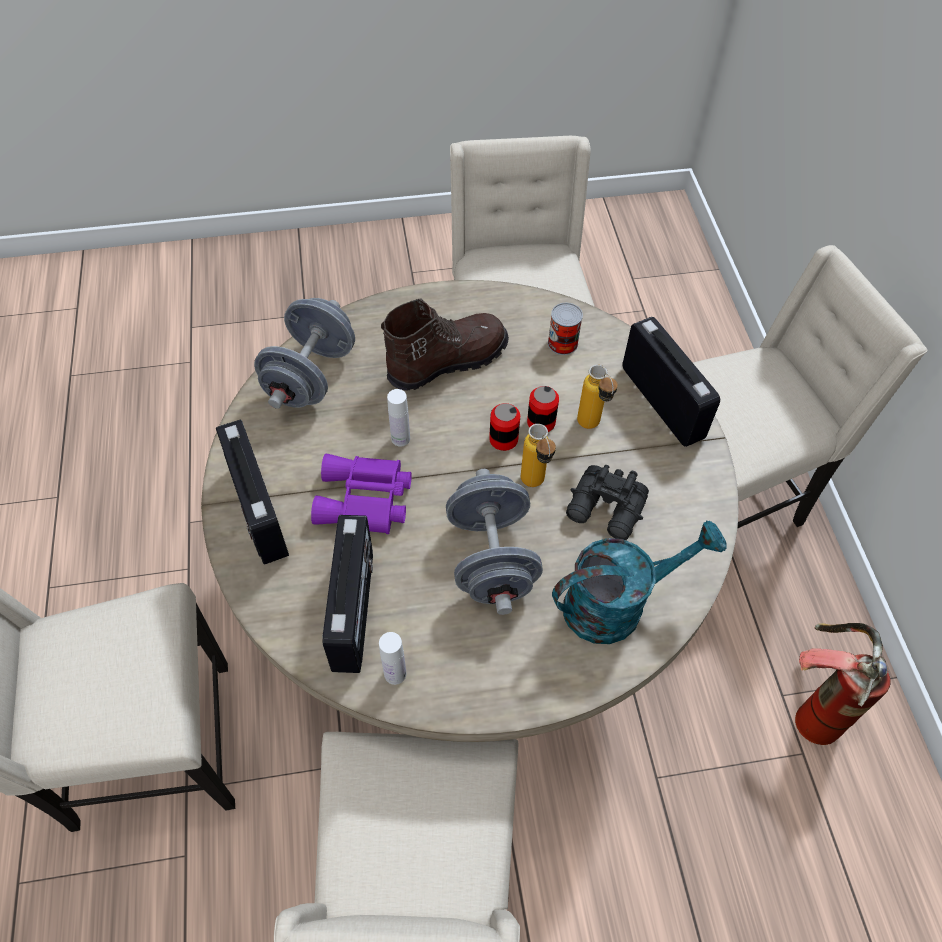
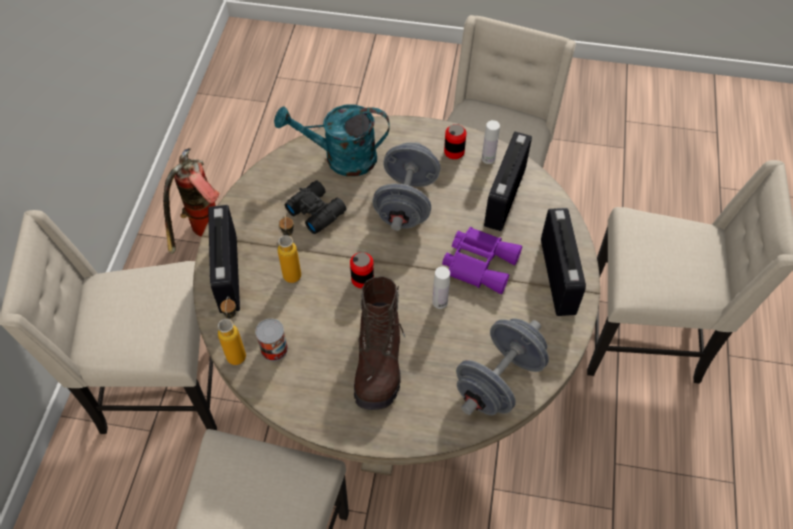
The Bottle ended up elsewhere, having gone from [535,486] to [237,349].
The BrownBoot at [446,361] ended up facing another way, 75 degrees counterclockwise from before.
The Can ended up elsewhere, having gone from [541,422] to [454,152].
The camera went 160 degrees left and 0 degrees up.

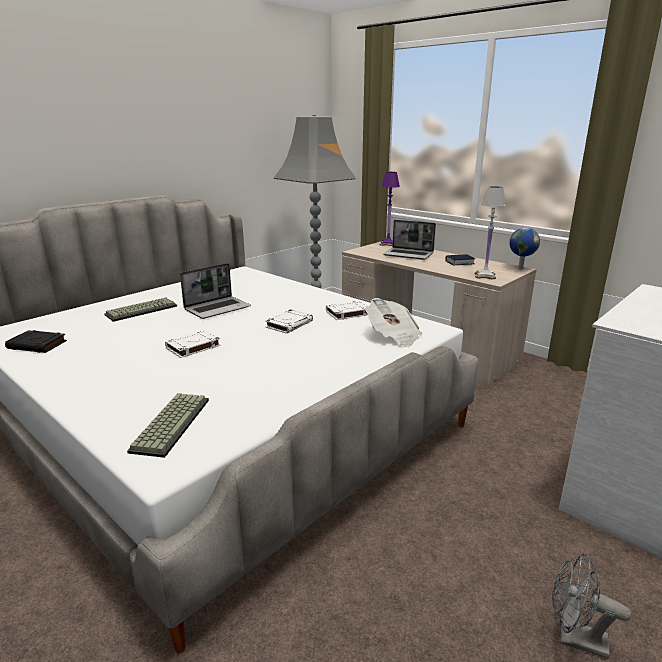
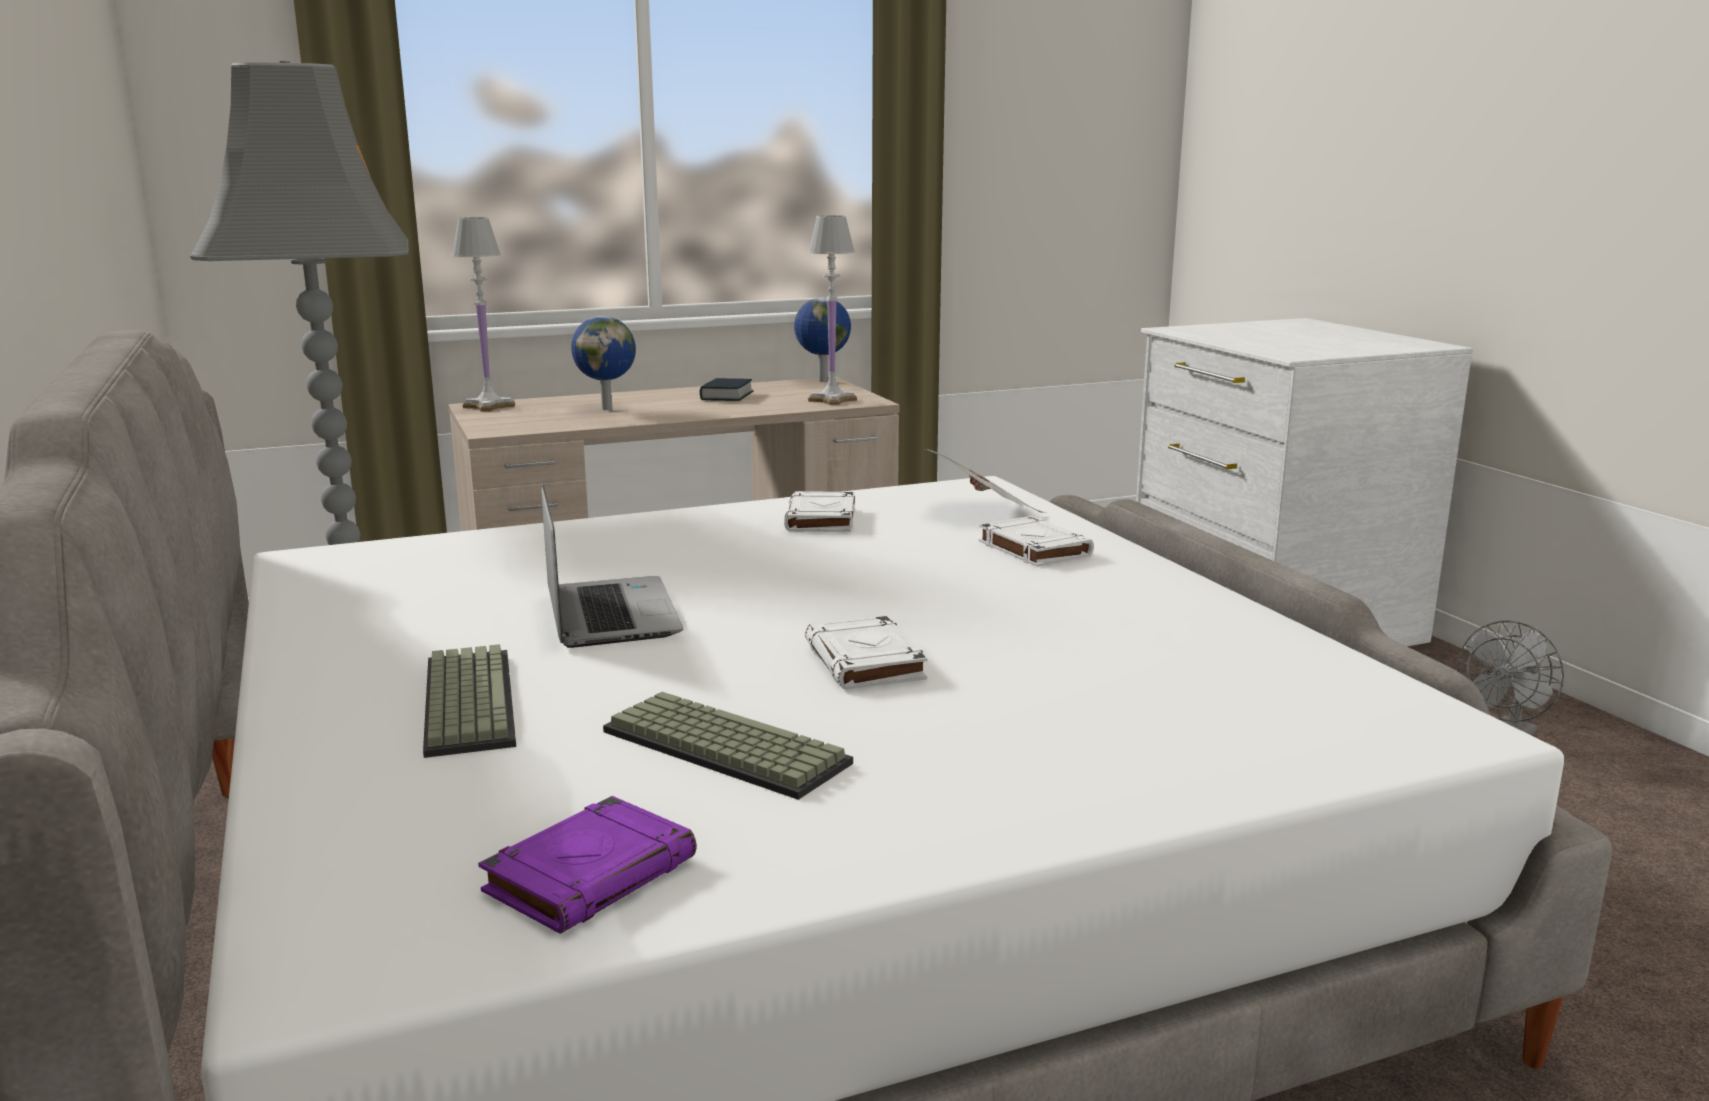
What was the PurpleTableLamp at [388,244] turned into the WhiteTableLamp at [488,406].
What was the BlackBook at [38,345] turned into the PurpleBook at [591,874].
Where the Laptop stood at [409,255], the Globe came to stand at [607,409].
The Keyboard ended up elsewhere, having gone from [170,424] to [720,748].
The WhiteBook ended up elsewhere, having gone from [289,324] to [1033,549].
The camera went 65 degrees left and 5 degrees down.

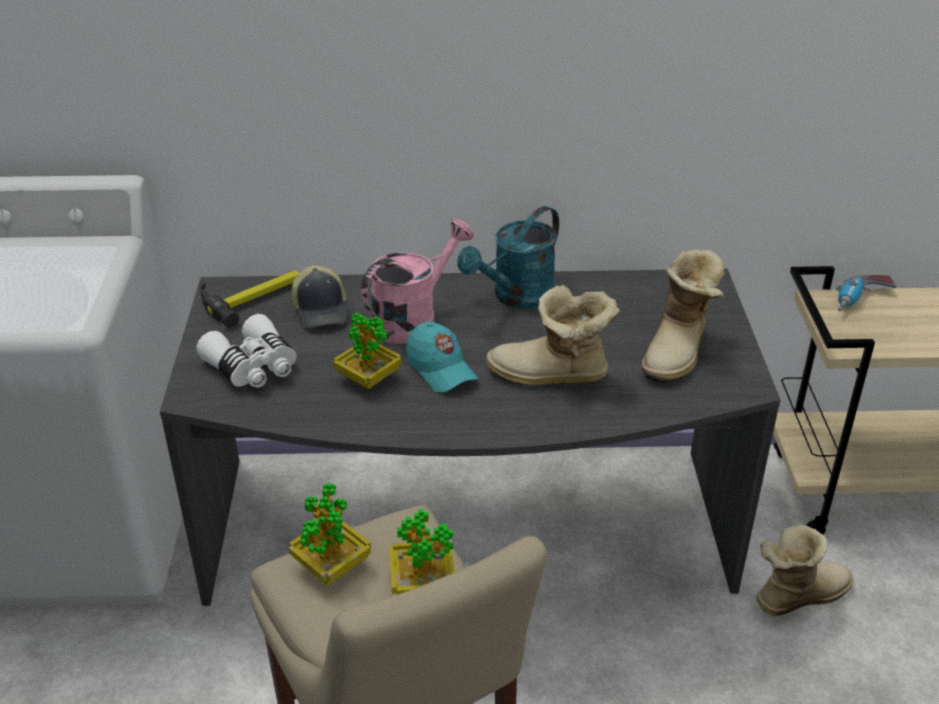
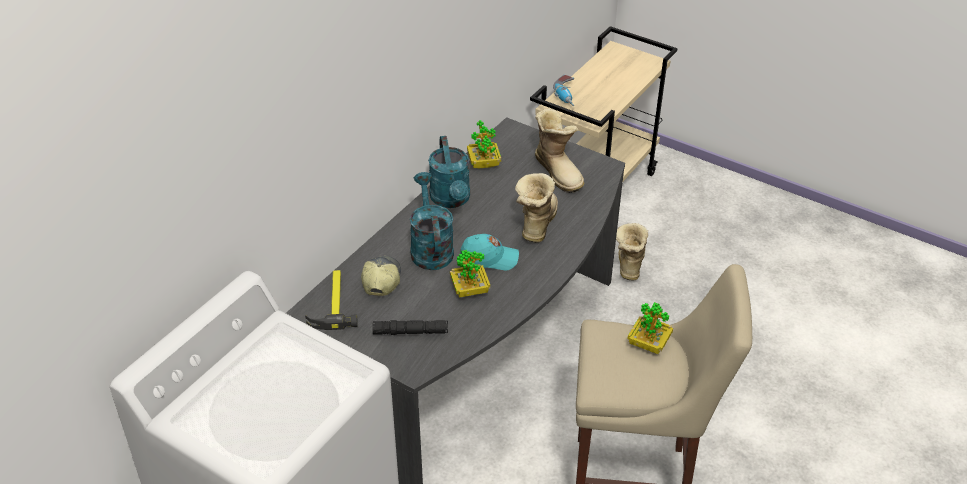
The Cap at [322,310] ended up facing another way, 105 degrees counterclockwise from before.
Where the WhiteBinoculars stood at [253,367], the BlackFlashlight came to stand at [410,332].
What was the PinkWateringCan at [413,319] turned into the TurquoiseWateringCan at [430,248].
The PottedPlant ended up elsewhere, having gone from [331,566] to [484,164].
The Boot at [551,376] ended up facing another way, 150 degrees clockwise from before.
The camera went 55 degrees left and 5 degrees up.

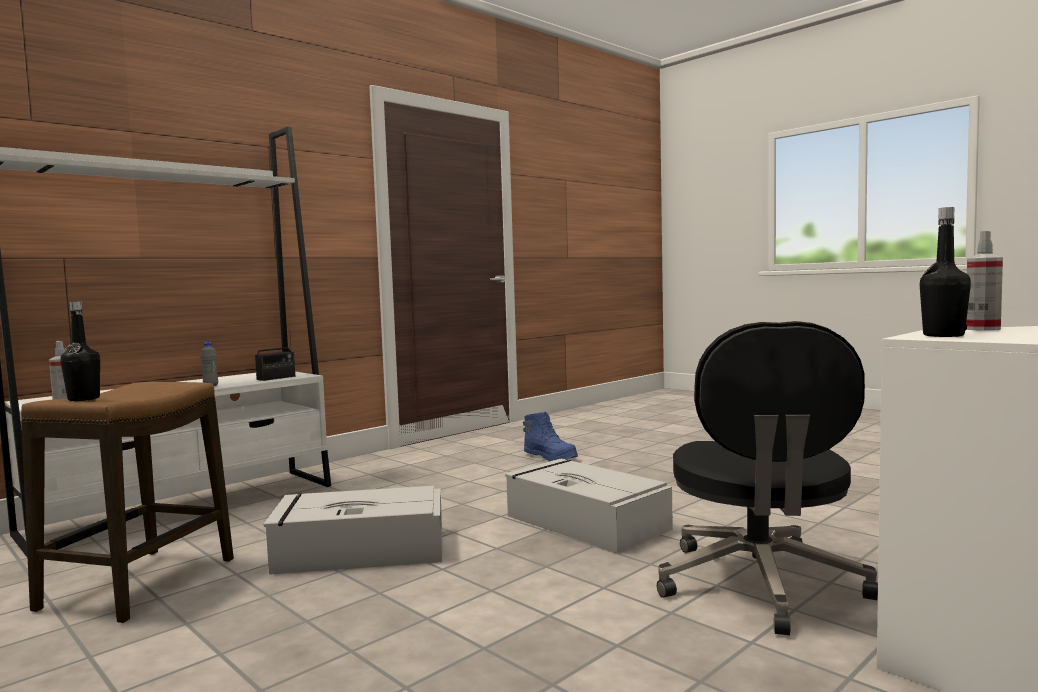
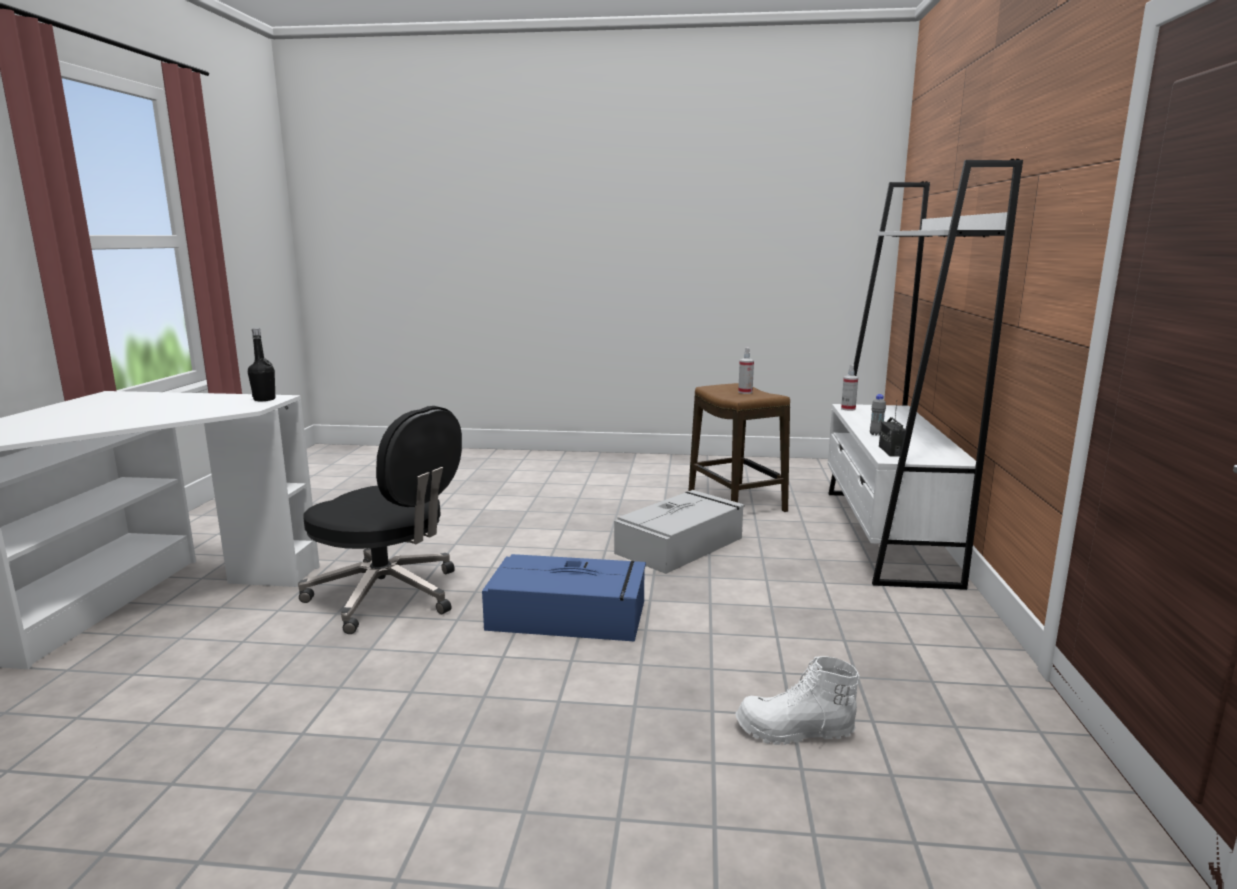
The BlackOfficeChair at [760,585] ended up facing another way, 150 degrees clockwise from before.
What was the GreyStorageBox at [584,522] turned into the BlueStorageBox at [570,615].
What was the BlueBoot at [551,457] turned into the WhiteBoot at [794,732].
The SprayBottle ended up elsewhere, having gone from [982,329] to [745,392].
The second view lost the BlackBottle at [84,399].
The camera went 140 degrees right and 10 degrees up.

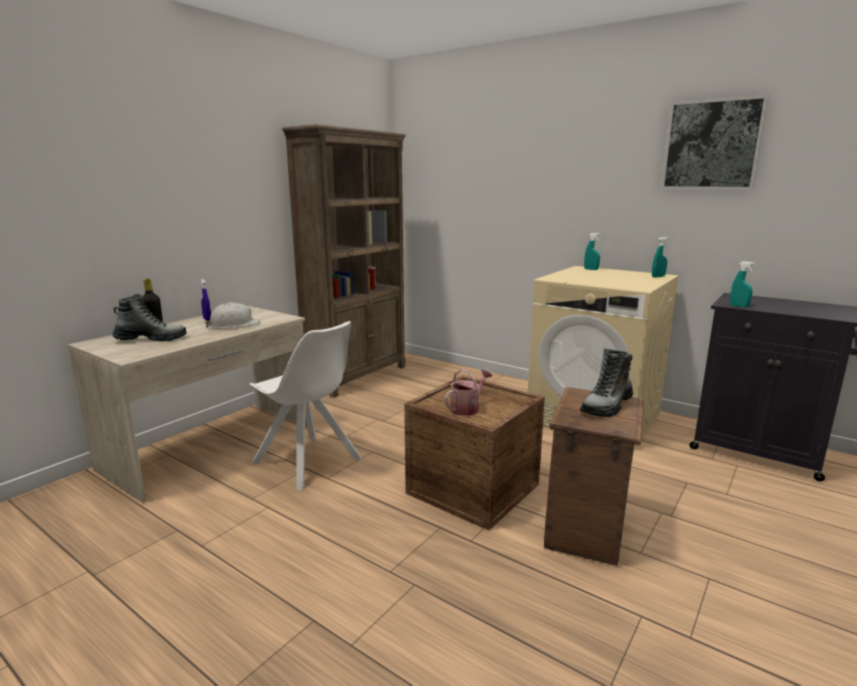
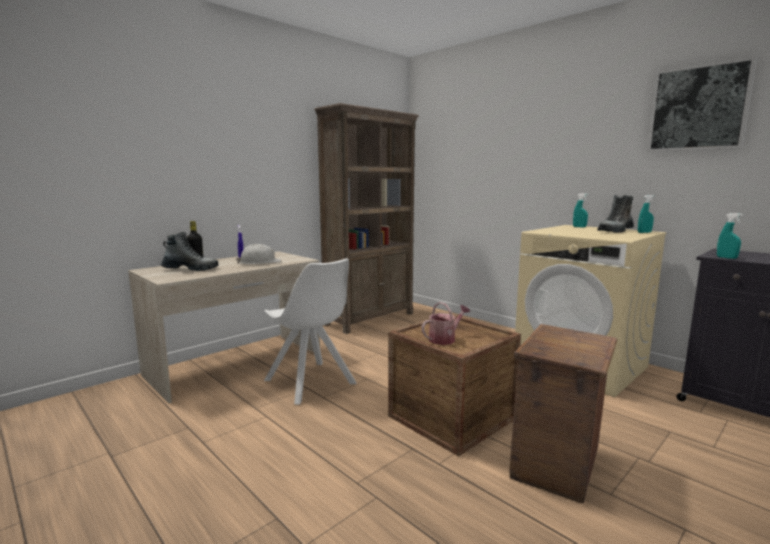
The Boot ended up elsewhere, having gone from [607,406] to [615,231].
The camera went 10 degrees right and 5 degrees down.

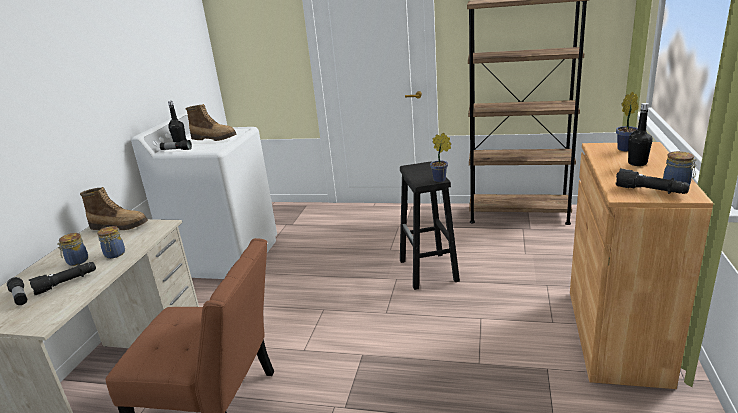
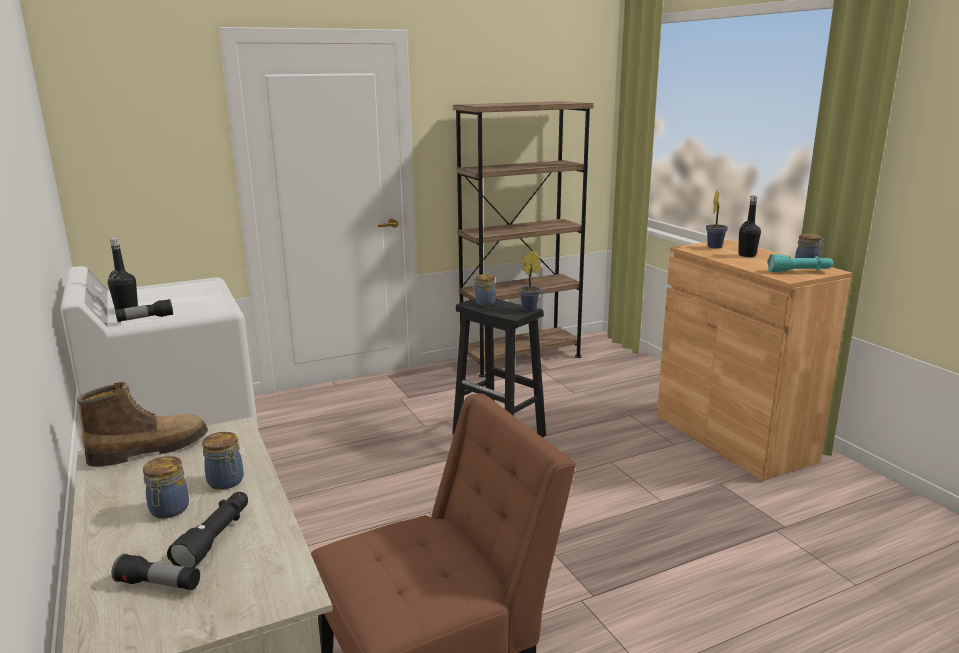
The second view gained the Jar at [484,303].
What was the BlackFlashlight at [650,191] turned into the TurquoiseFlashlight at [799,271].
The second view lost the Boot at [214,138].
The camera went 40 degrees left and 5 degrees down.

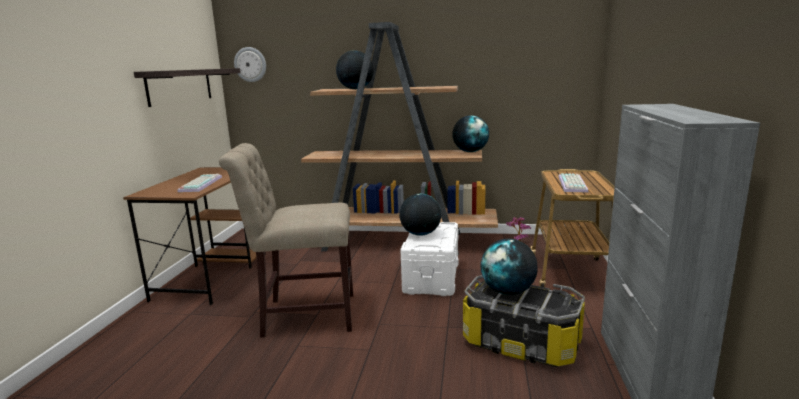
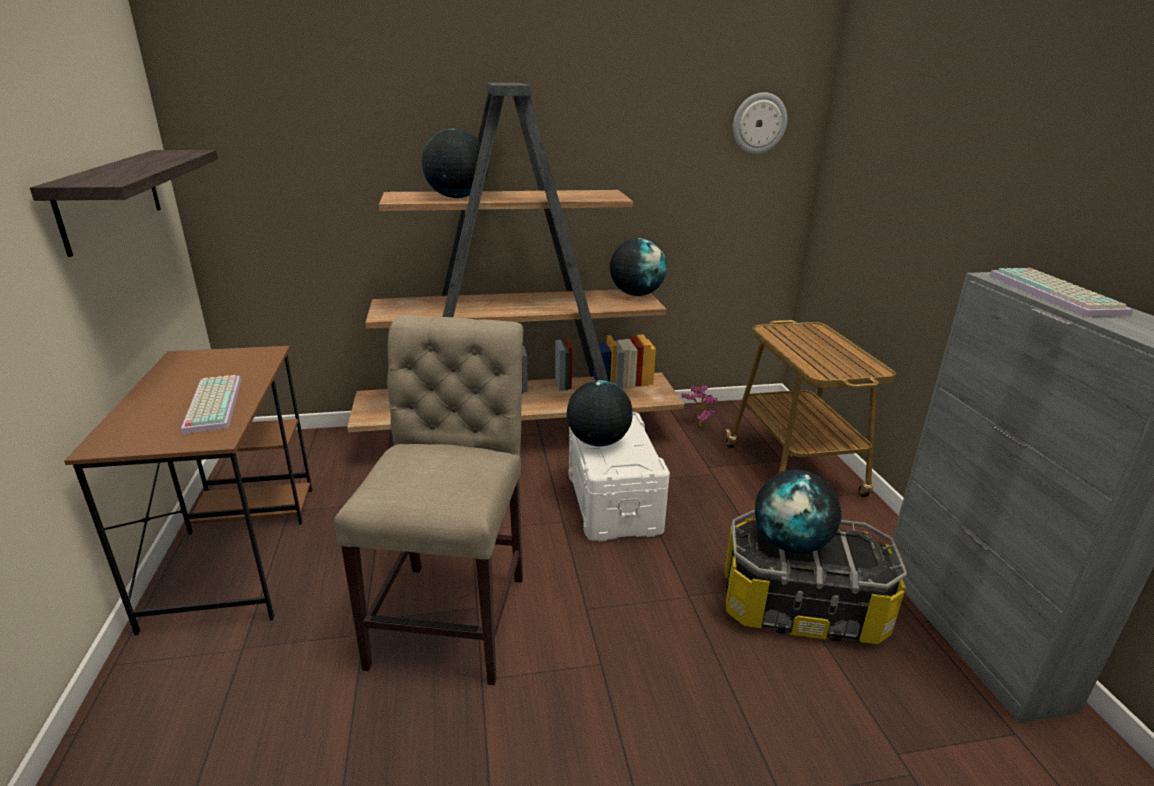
The BeigeChair at [303,314] ended up facing another way, 120 degrees clockwise from before.
The WallClock ended up elsewhere, having gone from [250,64] to [759,123].
The Keyboard ended up elsewhere, having gone from [573,184] to [1057,294].
The camera went 20 degrees left and 10 degrees up.

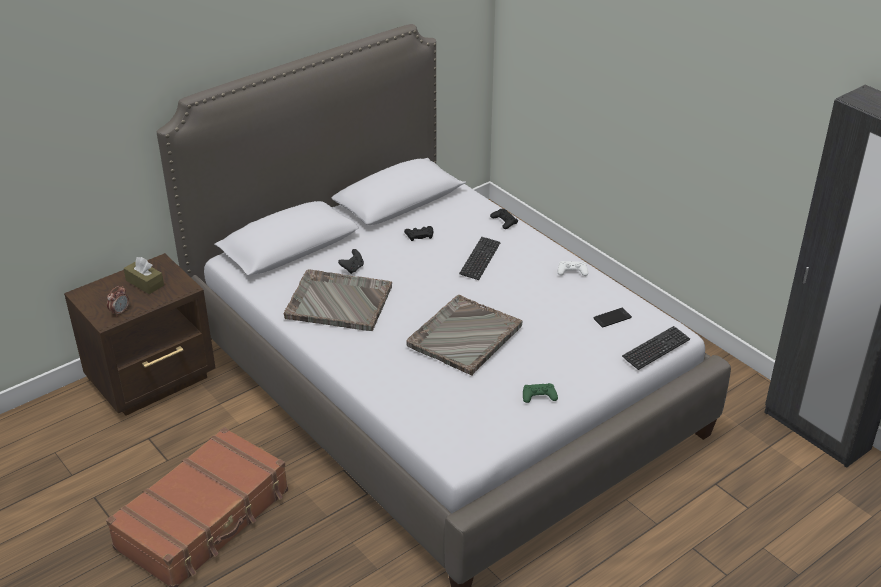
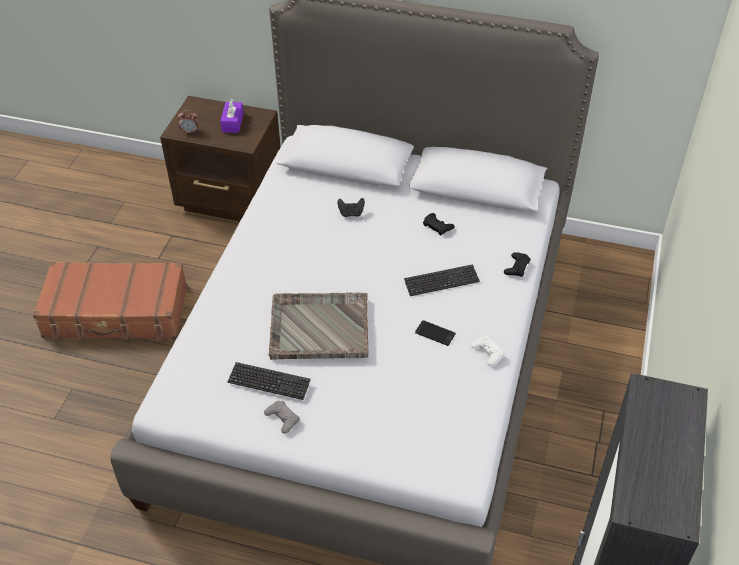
What was the BrownTissueBox at [145,283] turned into the PurpleTissueBox at [232,122].
The Keyboard ended up elsewhere, having gone from [656,349] to [269,382].
What was the GreenGameController at [539,396] turned into the GreyGameController at [282,418].
The Phone ended up elsewhere, having gone from [612,318] to [435,333].
The second view lost the GreyTray at [337,302].
The camera went 55 degrees right and 10 degrees up.

